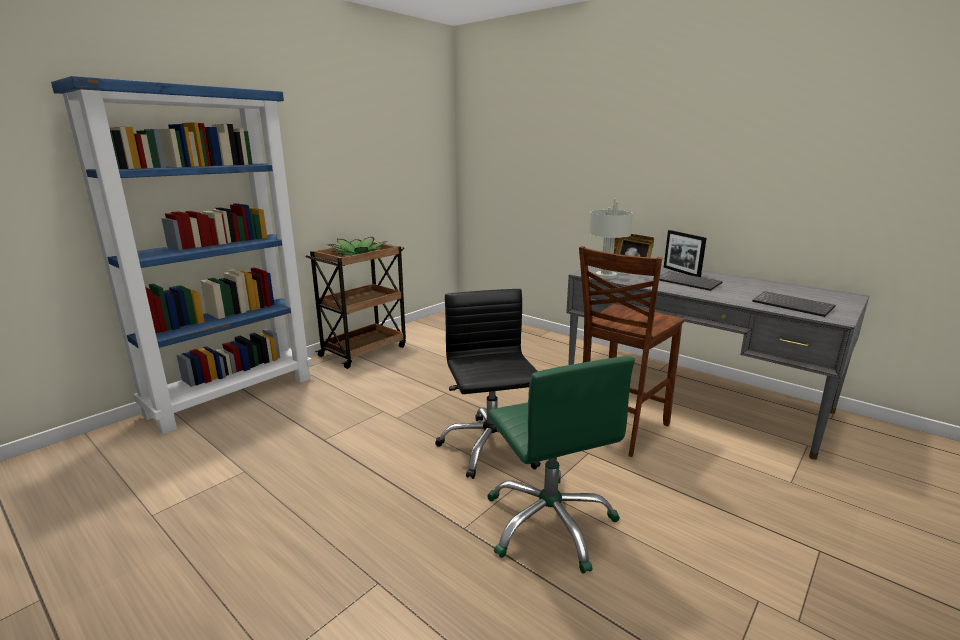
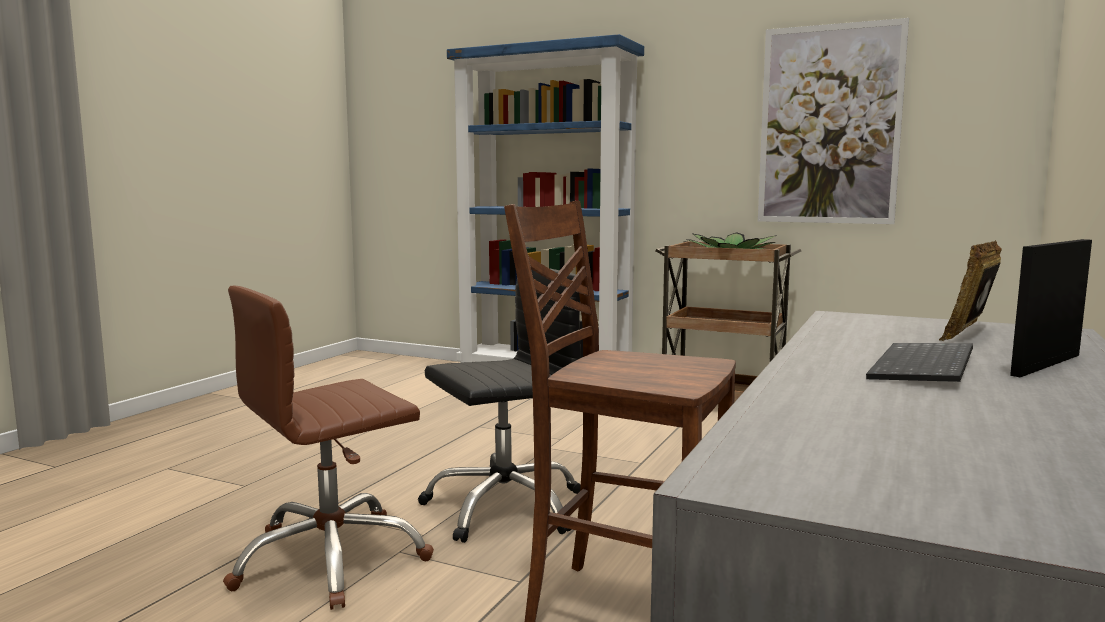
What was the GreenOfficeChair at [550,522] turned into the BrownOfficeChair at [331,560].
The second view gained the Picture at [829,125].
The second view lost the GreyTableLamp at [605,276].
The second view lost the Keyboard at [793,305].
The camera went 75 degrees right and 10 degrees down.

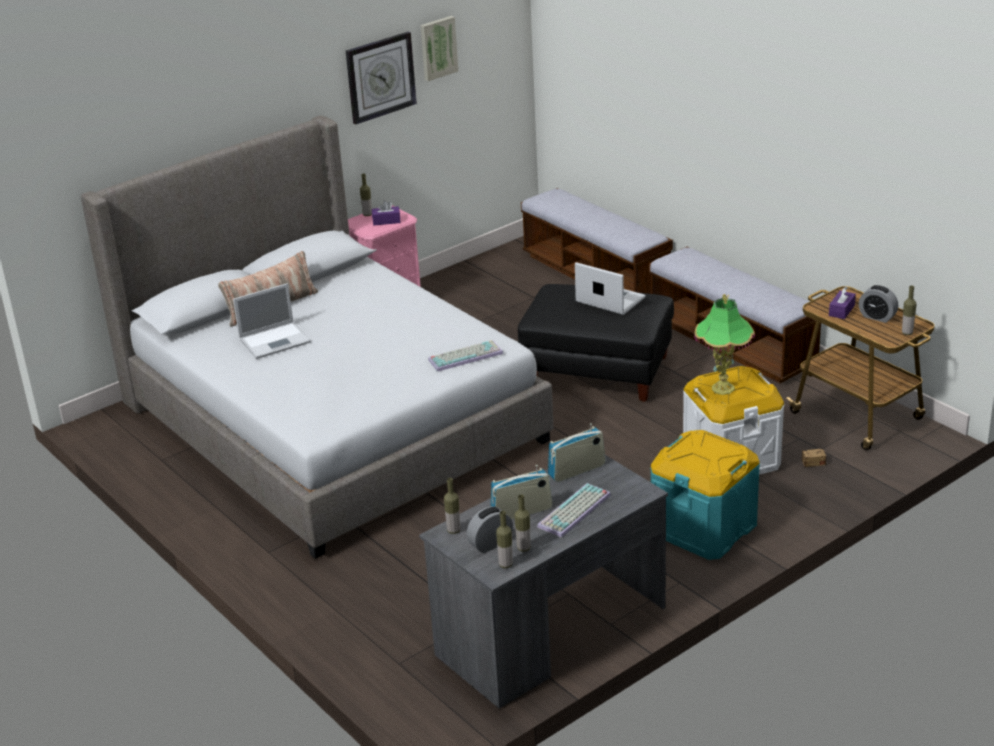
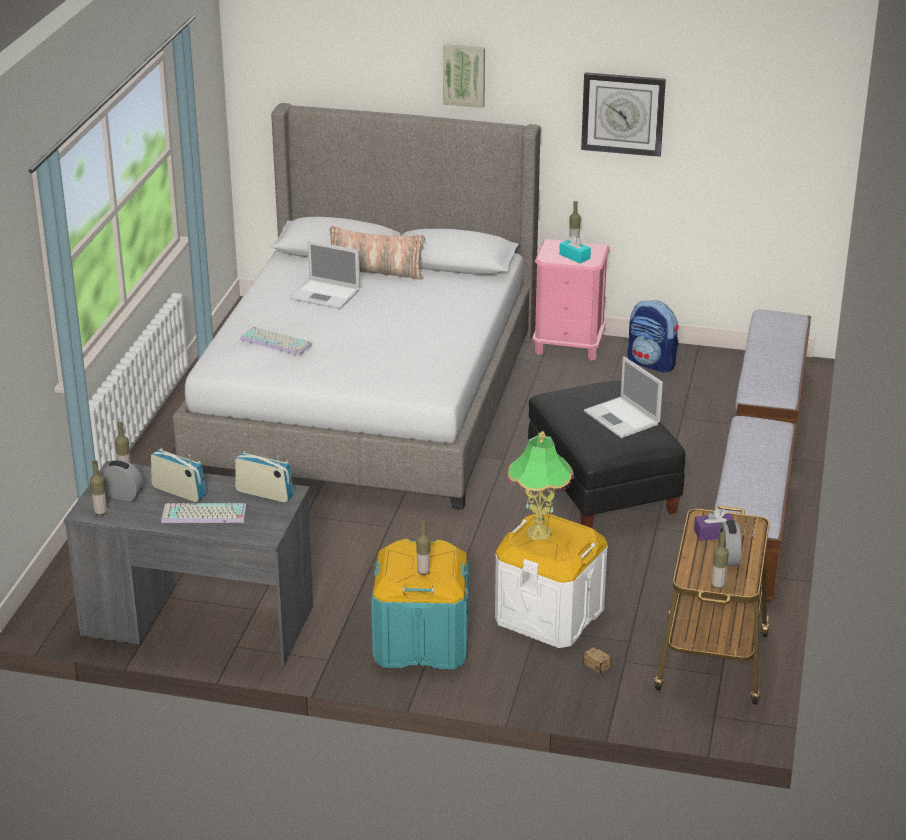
The Keyboard ended up elsewhere, having gone from [466,356] to [277,342].
The Bottle ended up elsewhere, having gone from [523,548] to [423,572].
The Picture ended up elsewhere, having gone from [438,47] to [464,75].
What was the PurpleTissueBox at [386,221] turned into the TurquoiseTissueBox at [574,256].
The Laptop at [609,300] ended up facing another way, 150 degrees clockwise from before.
The second view gained the Backpack at [652,363].
The camera went 50 degrees right and 0 degrees up.

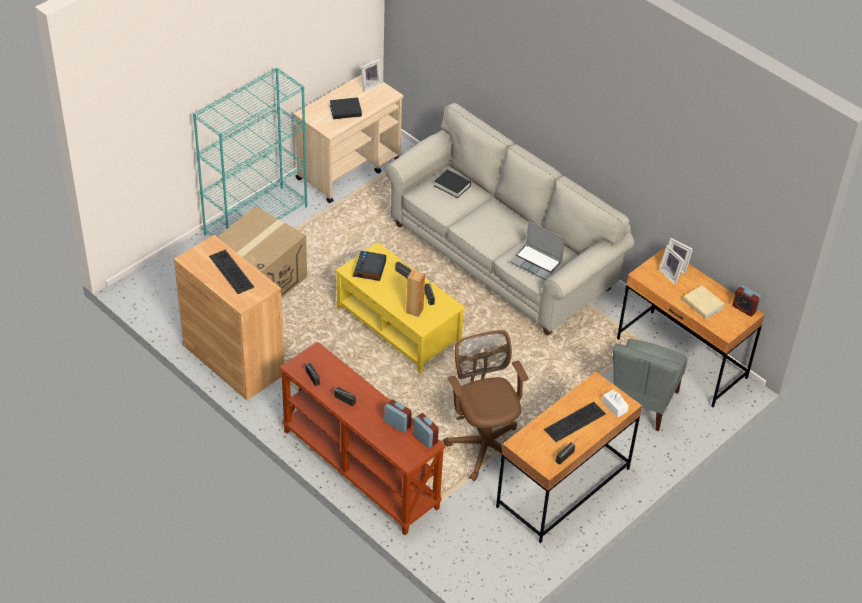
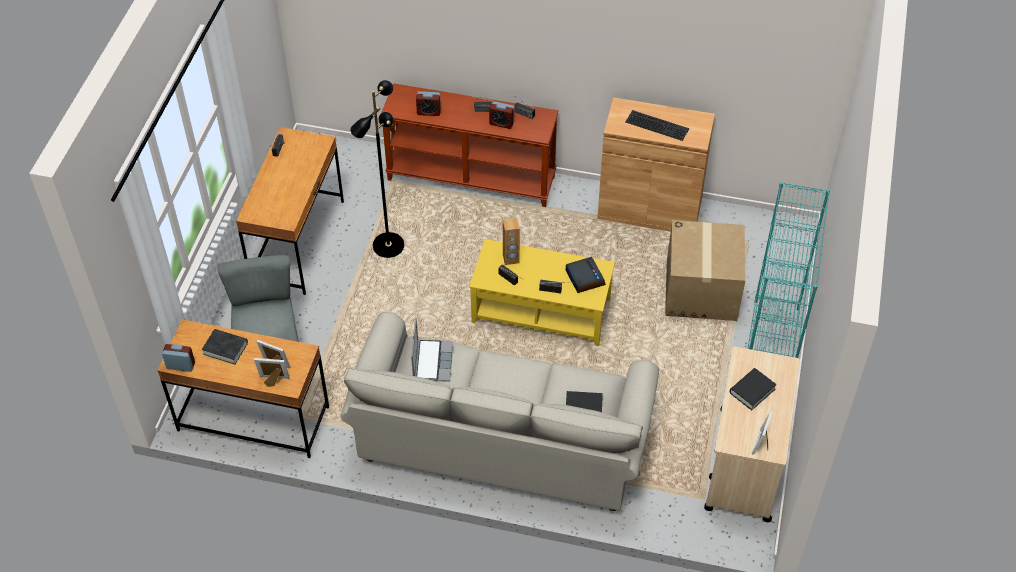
What was the BeigeBook at [703,305] turned into the BlackBook at [225,348].
Where the BrownOfficeChair stood at [483,443], the BlackFloorLamp came to stand at [387,245].
The Laptop at [536,262] ended up facing another way, 90 degrees clockwise from before.
The AlarmClock ended up elsewhere, having gone from [425,438] to [501,123].
The second view lost the Keyboard at [575,423].
The second view lost the WhiteTissueBox at [614,407].
The camera went 150 degrees right and 5 degrees up.

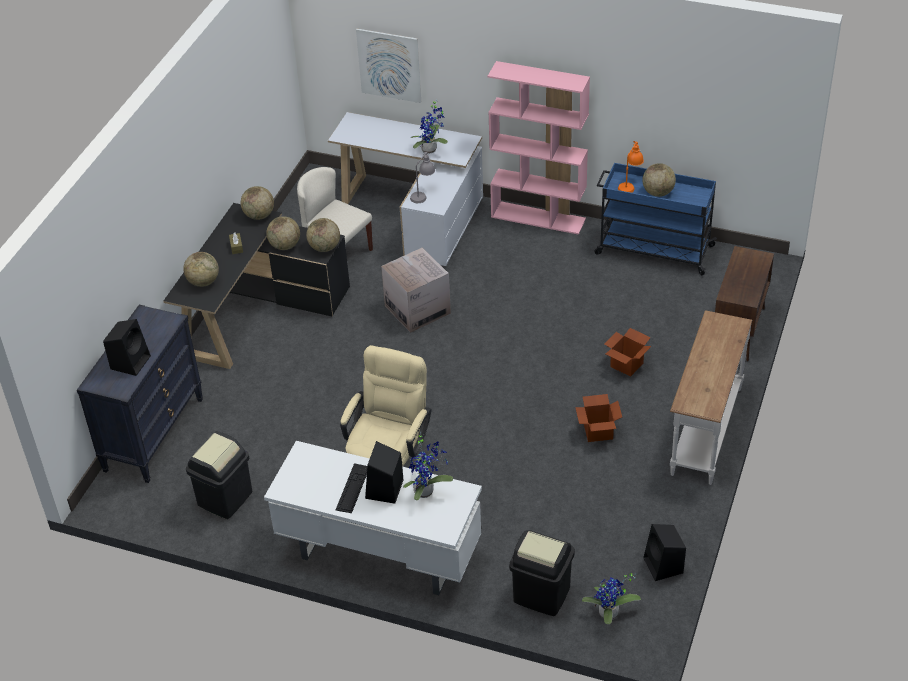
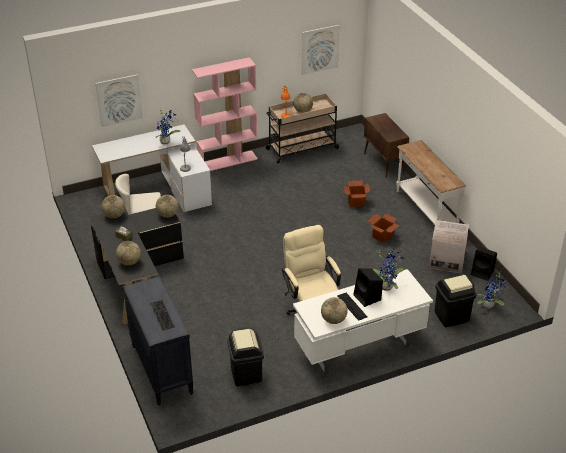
Where the BlackSpeaker stood at [130,361], the Keyboard came to stand at [161,315].
What was the BlueCart at [653,250] turned into the BeigeCart at [301,149].
The second view gained the Picture at [320,49].
The Globe ended up elsewhere, having gone from [285,246] to [333,320].
The CardboardBox ended up elsewhere, having gone from [417,309] to [446,260].
The camera went 45 degrees left and 5 degrees down.

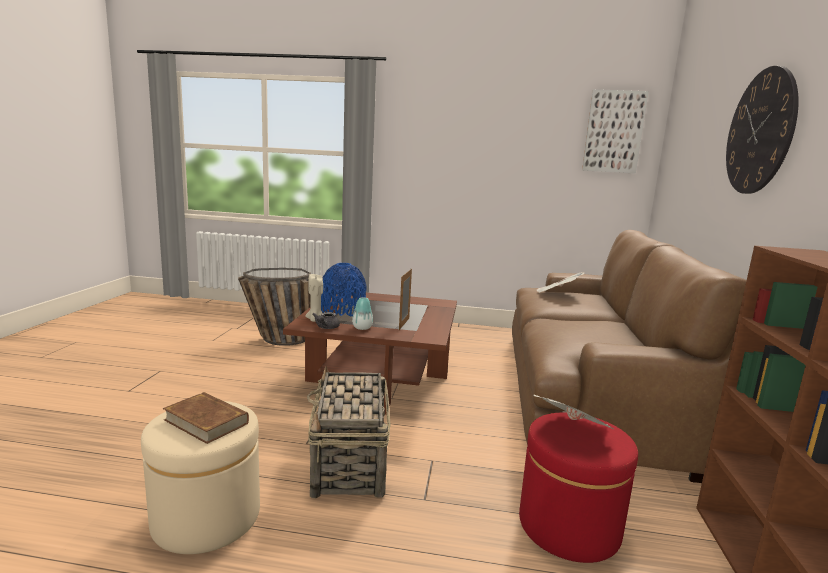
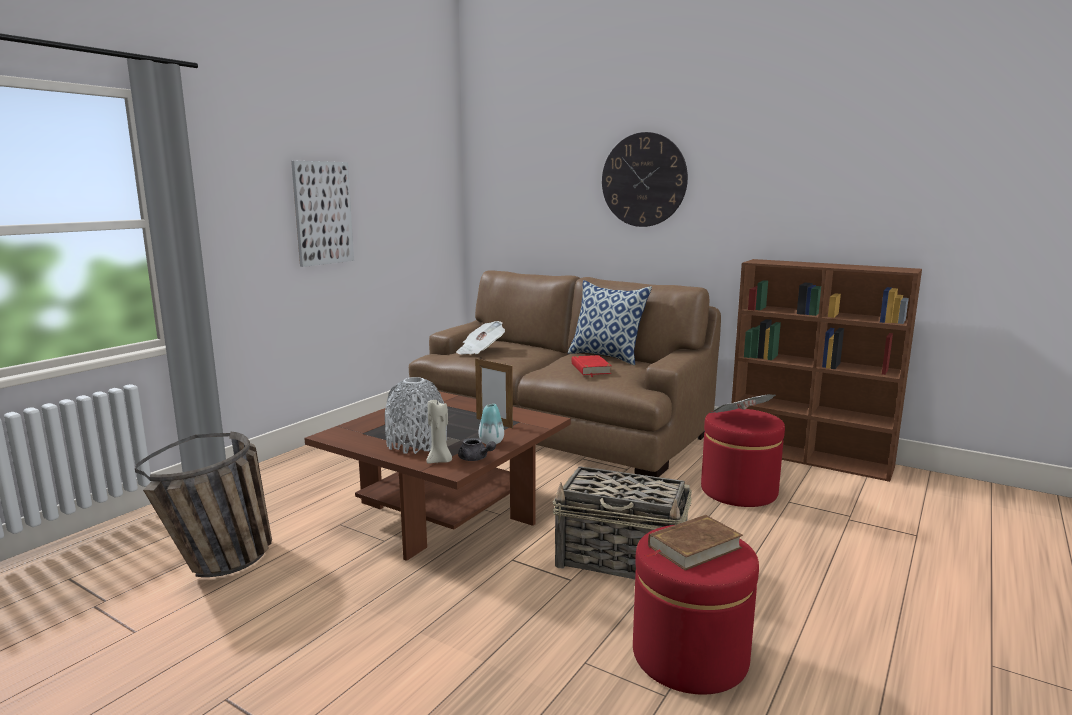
The Picture ended up elsewhere, having gone from [614,132] to [323,213].
What was the BlueVase at [342,311] turned into the GreyVase at [416,443].
The second view gained the Pillow at [607,357].
The second view gained the RedBook at [590,369].
What was the BeigeOttoman at [206,518] turned into the RedOttoman at [690,656].
The camera went 65 degrees left and 0 degrees up.

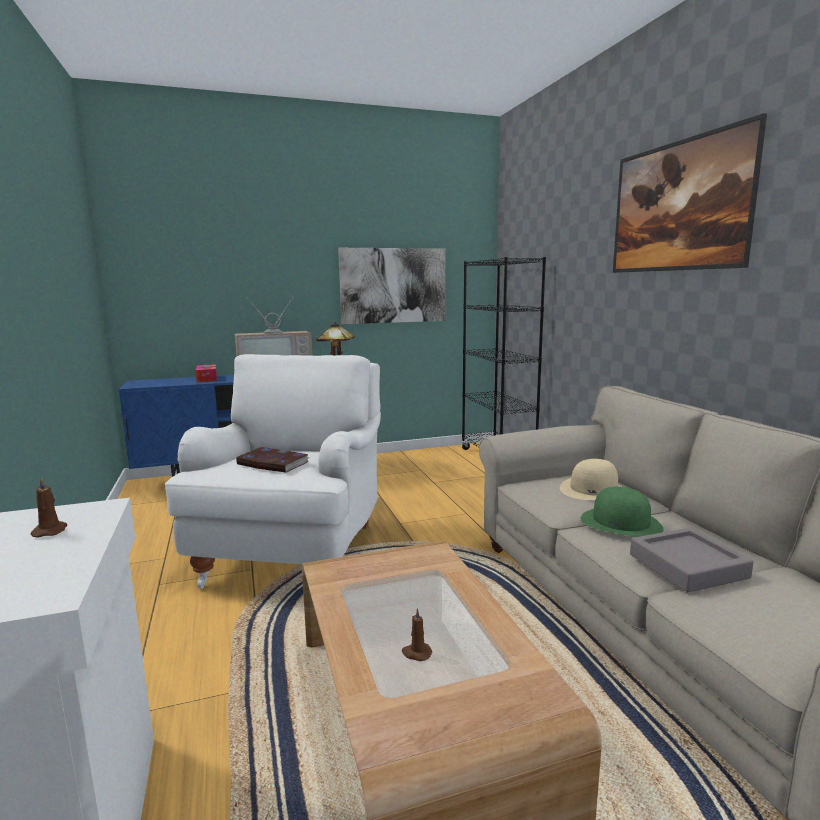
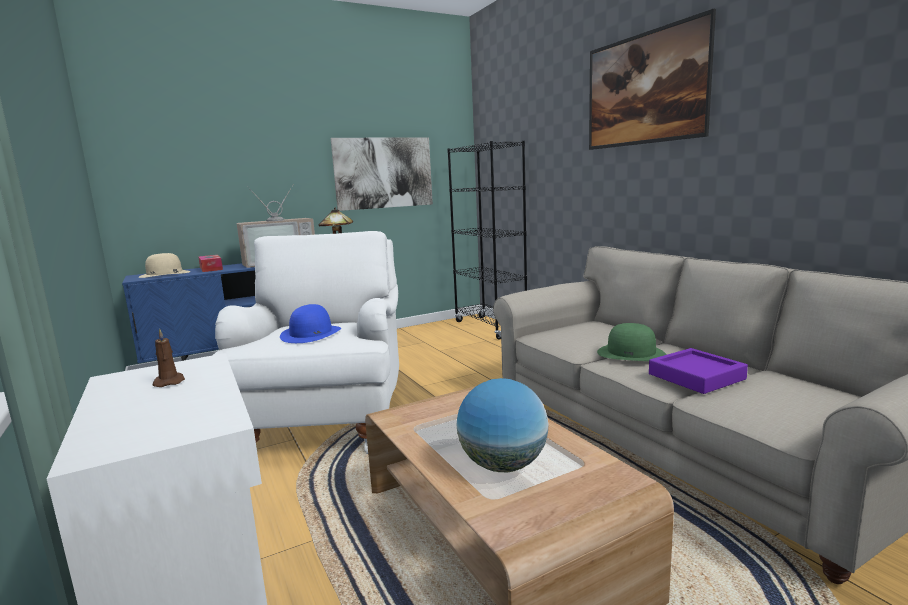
The BeigeHat ended up elsewhere, having gone from [593,490] to [164,274].
Where the Book stood at [272,463], the BlueHat came to stand at [311,334].
Where the BrownCandle stood at [416,653], the Globe came to stand at [503,465].
What was the GreyTray at [687,566] turned into the PurpleTray at [696,376].
The camera went 10 degrees left and 0 degrees up.

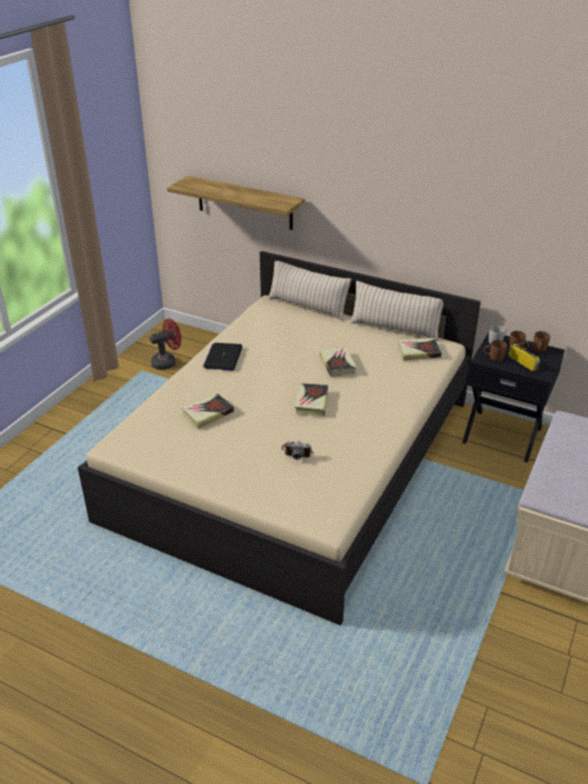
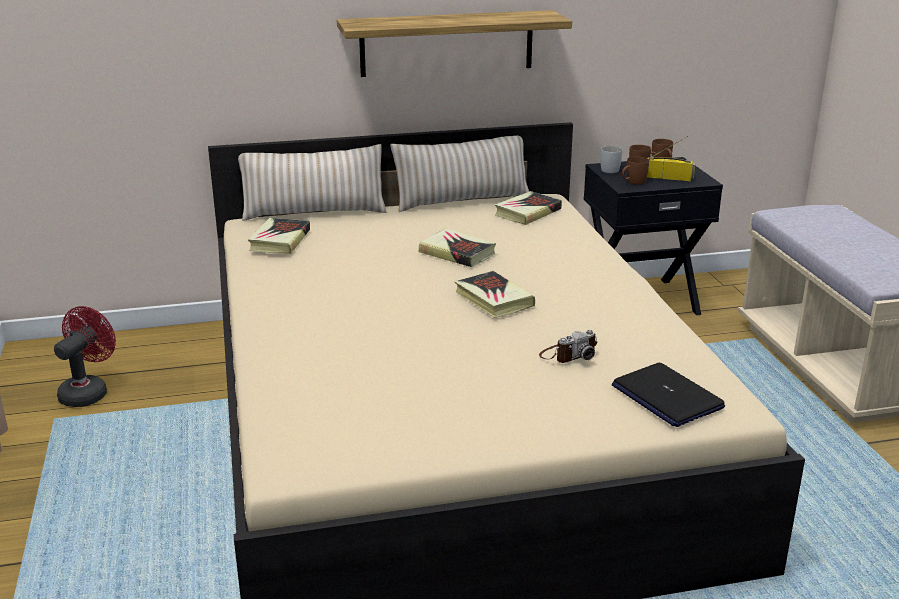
The Book ended up elsewhere, having gone from [207,413] to [280,240].
The Shelf ended up elsewhere, having gone from [244,203] to [447,43].
The Laptop ended up elsewhere, having gone from [223,357] to [666,396].
The camera went 40 degrees left and 10 degrees down.

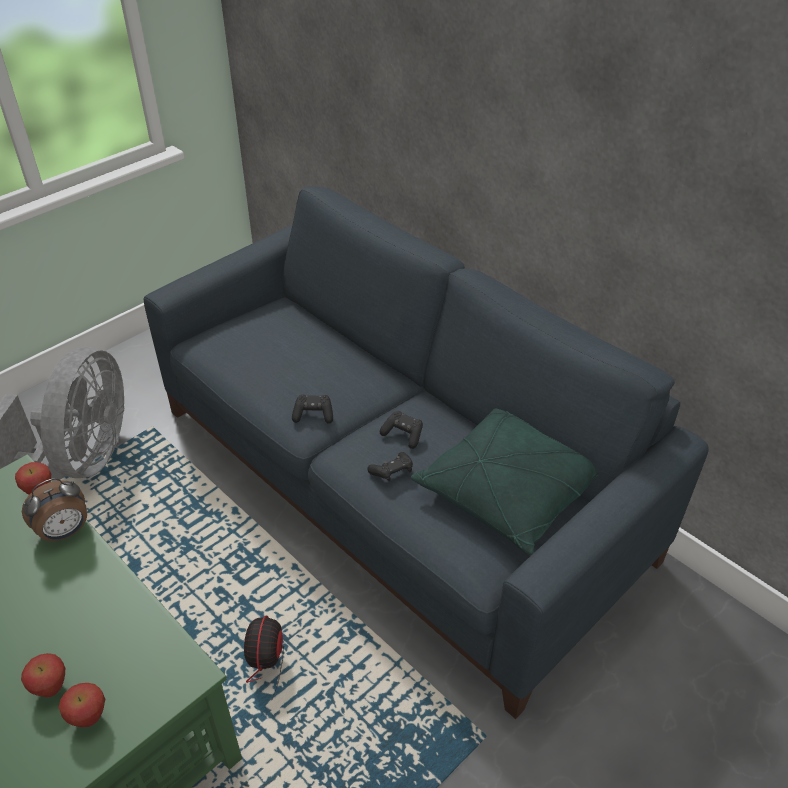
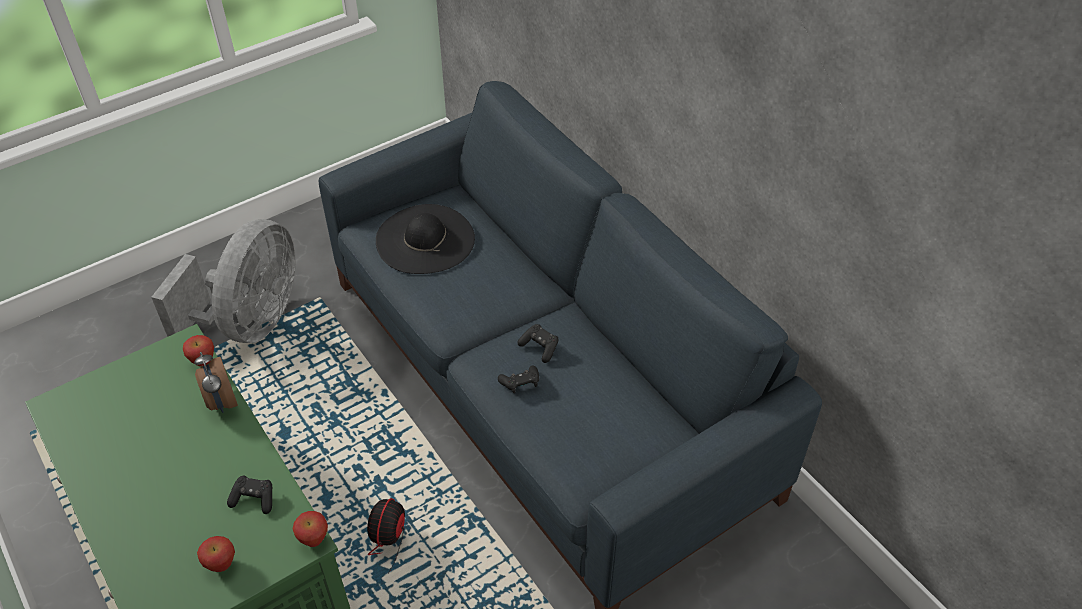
The AlarmClock at [65,532] ended up facing another way, 90 degrees clockwise from before.
The BlackGameController ended up elsewhere, having gone from [313,414] to [254,499].
The Apple ended up elsewhere, having gone from [51,688] to [314,540].
The second view gained the BlackHat at [425,239].
The second view lost the GreenPillow at [508,490].
The camera went 10 degrees right and 5 degrees up.

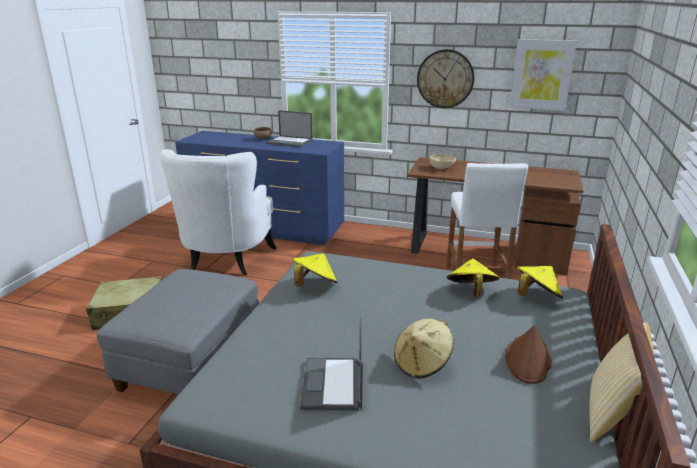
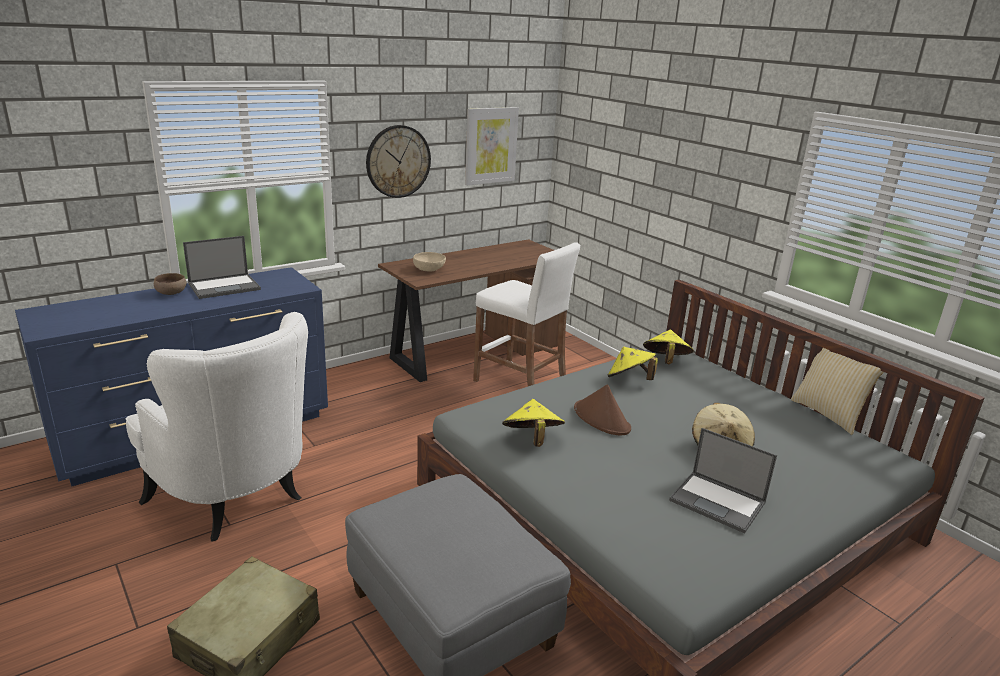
The BrownHat ended up elsewhere, having gone from [528,360] to [602,419].
The camera went 55 degrees left and 0 degrees up.

